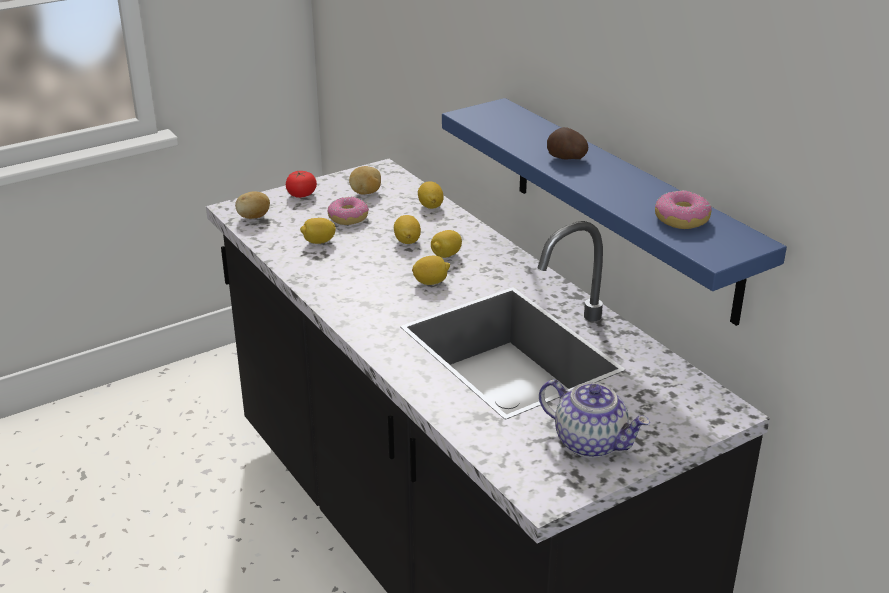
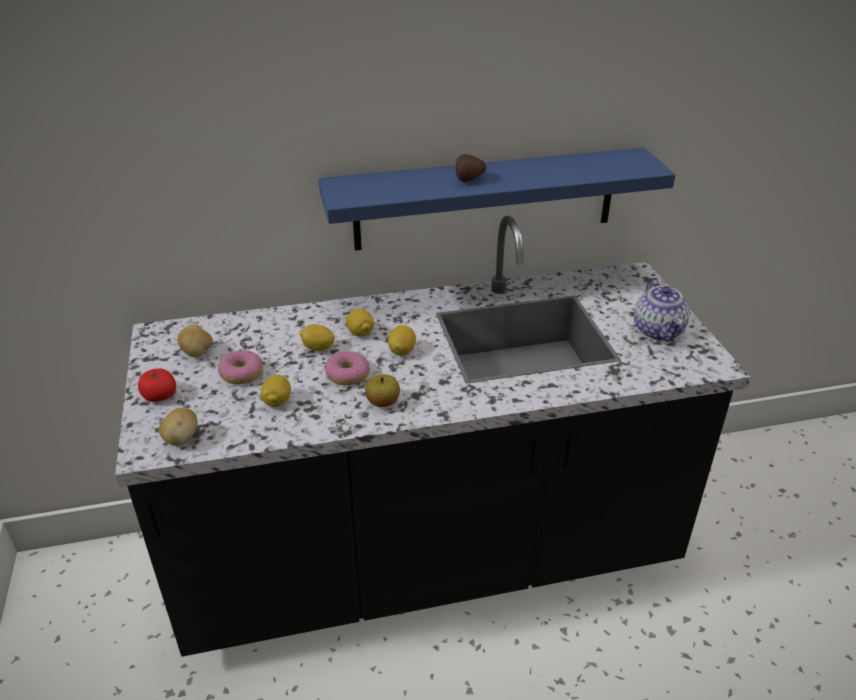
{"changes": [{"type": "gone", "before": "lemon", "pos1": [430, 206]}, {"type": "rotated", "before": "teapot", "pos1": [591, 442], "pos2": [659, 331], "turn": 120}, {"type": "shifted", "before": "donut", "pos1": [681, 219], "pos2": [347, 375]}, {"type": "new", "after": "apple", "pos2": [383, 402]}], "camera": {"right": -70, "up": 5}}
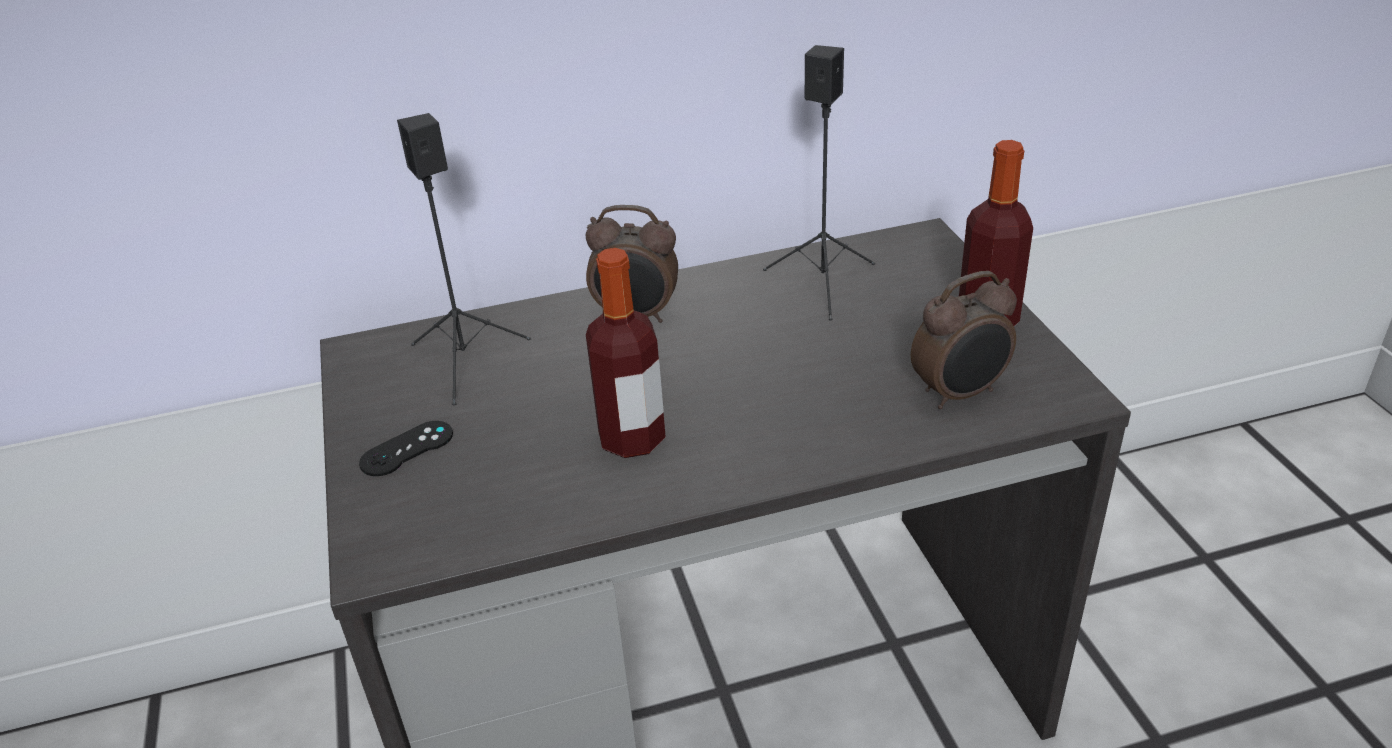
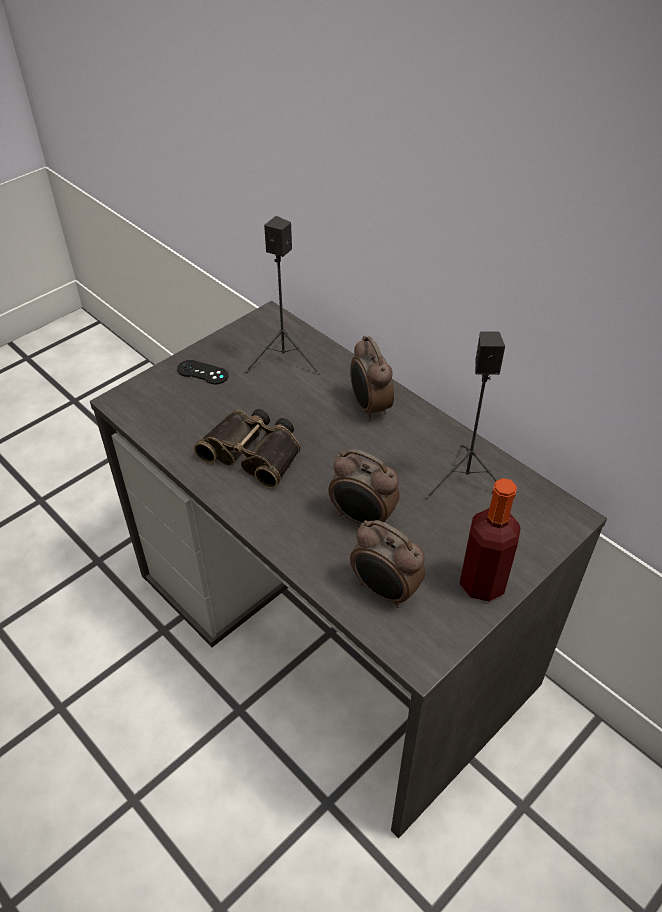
{"changes": [{"type": "swapped", "before": "bottle", "after": "binoculars", "pos1": [632, 439], "pos2": [254, 452]}, {"type": "new", "after": "alarm clock", "pos2": [362, 519]}], "camera": {"right": 60, "up": 10}}
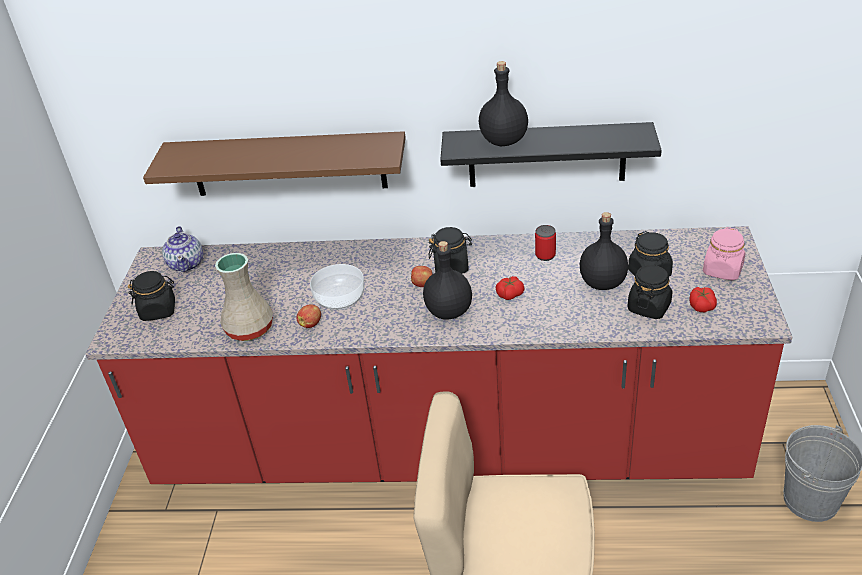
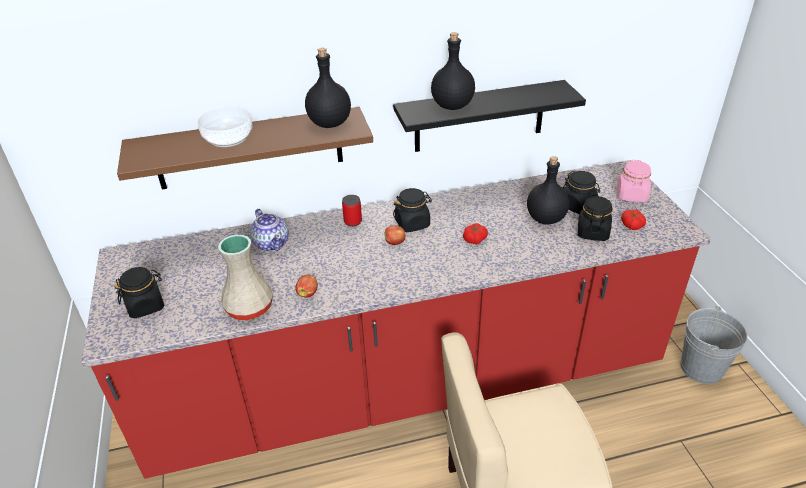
{"changes": [{"type": "shifted", "before": "teapot", "pos1": [187, 264], "pos2": [271, 243]}, {"type": "shifted", "before": "bowl", "pos1": [340, 298], "pos2": [229, 138]}, {"type": "shifted", "before": "black bottle", "pos1": [449, 311], "pos2": [329, 123]}, {"type": "shifted", "before": "can", "pos1": [545, 255], "pos2": [353, 221]}], "camera": {"right": -20, "up": 0}}
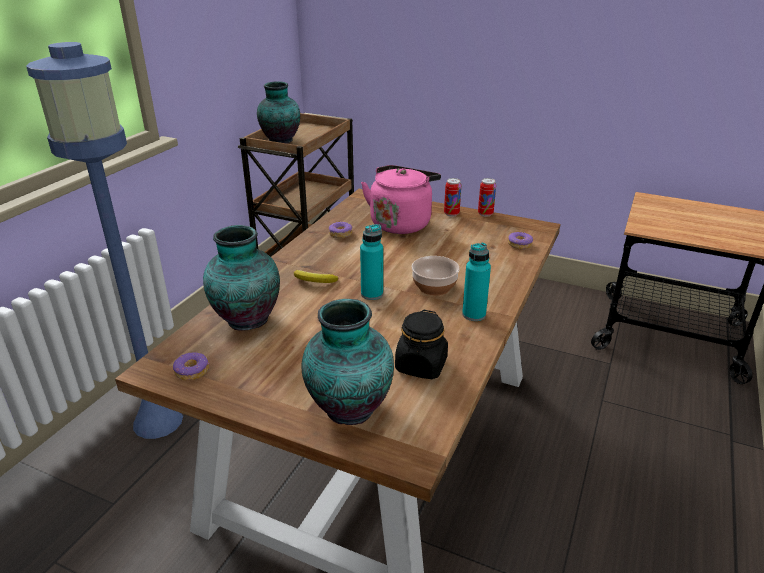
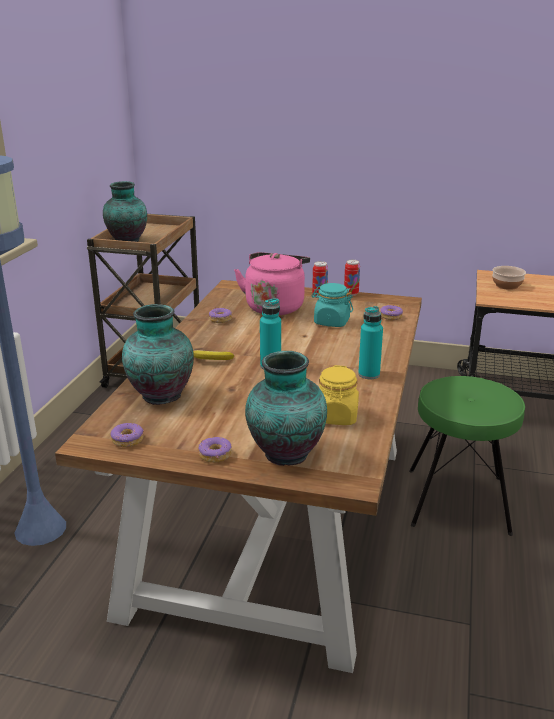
{"changes": [{"type": "repainted", "before": "black jar", "after": "yellow jar", "pos1": [421, 366], "pos2": [336, 417]}, {"type": "shifted", "before": "bowl", "pos1": [435, 287], "pos2": [507, 285]}, {"type": "new", "after": "donut", "pos2": [215, 455]}, {"type": "new", "after": "turquoise jar", "pos2": [331, 322]}, {"type": "new", "after": "green stool", "pos2": [458, 501]}], "camera": {"right": -10, "up": -5}}
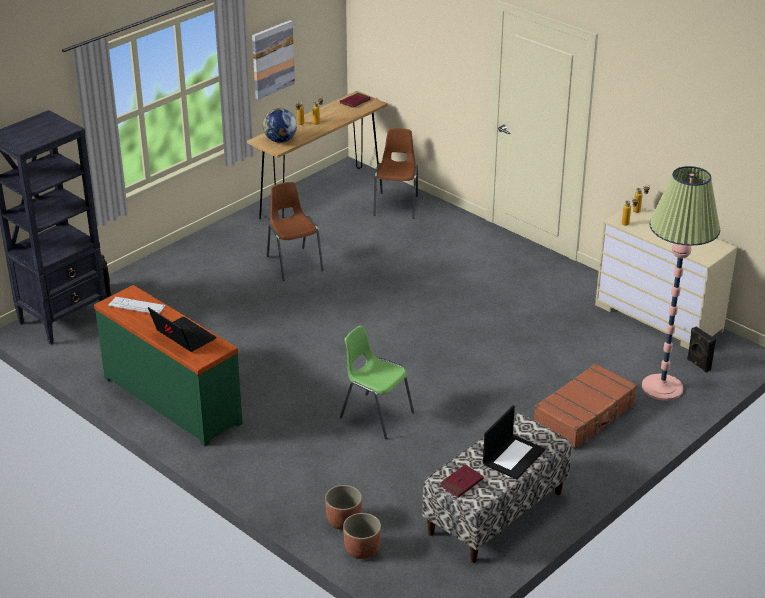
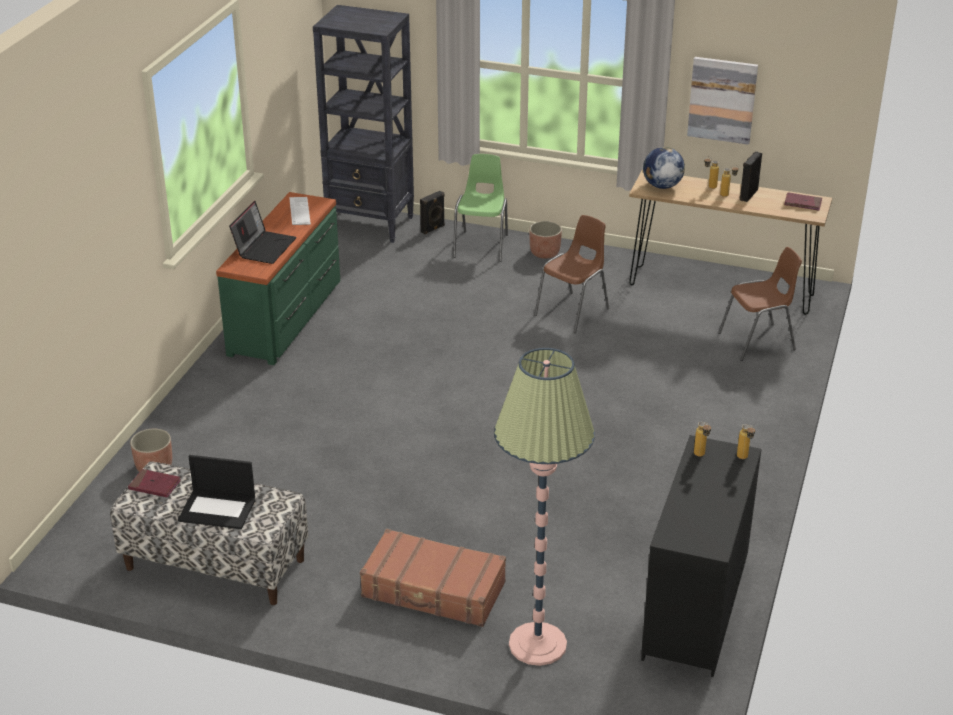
{"changes": [{"type": "shifted", "before": "green chair", "pos1": [376, 415], "pos2": [482, 246]}, {"type": "shifted", "before": "planter", "pos1": [362, 550], "pos2": [544, 253]}, {"type": "repainted", "before": "beige dresser", "after": "black dresser", "pos1": [659, 318], "pos2": [697, 608]}, {"type": "shifted", "before": "black speaker", "pos1": [698, 365], "pos2": [748, 195]}], "camera": {"right": 65, "up": 0}}
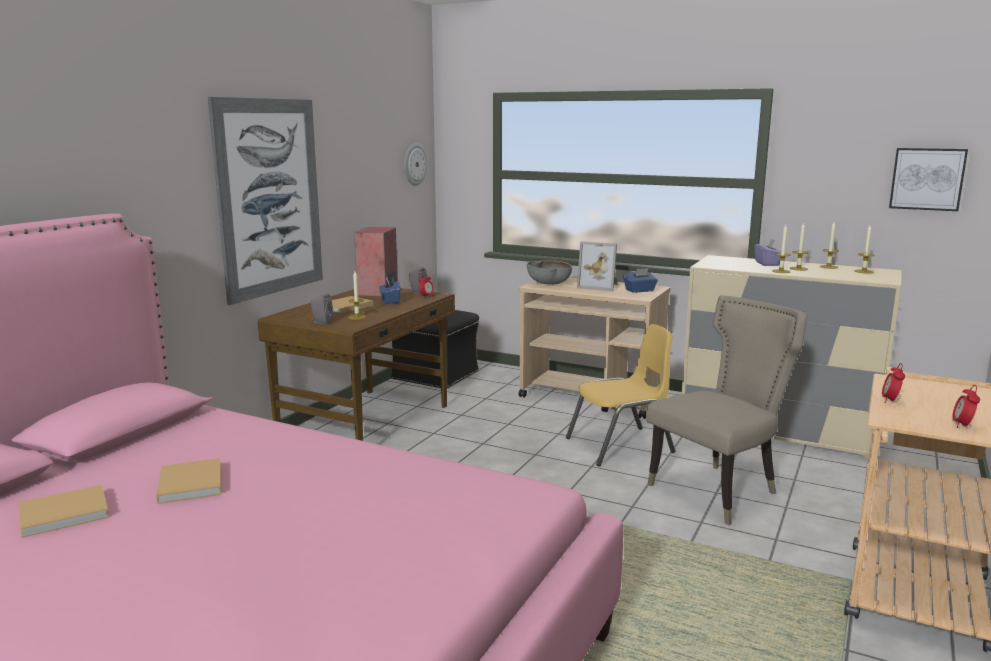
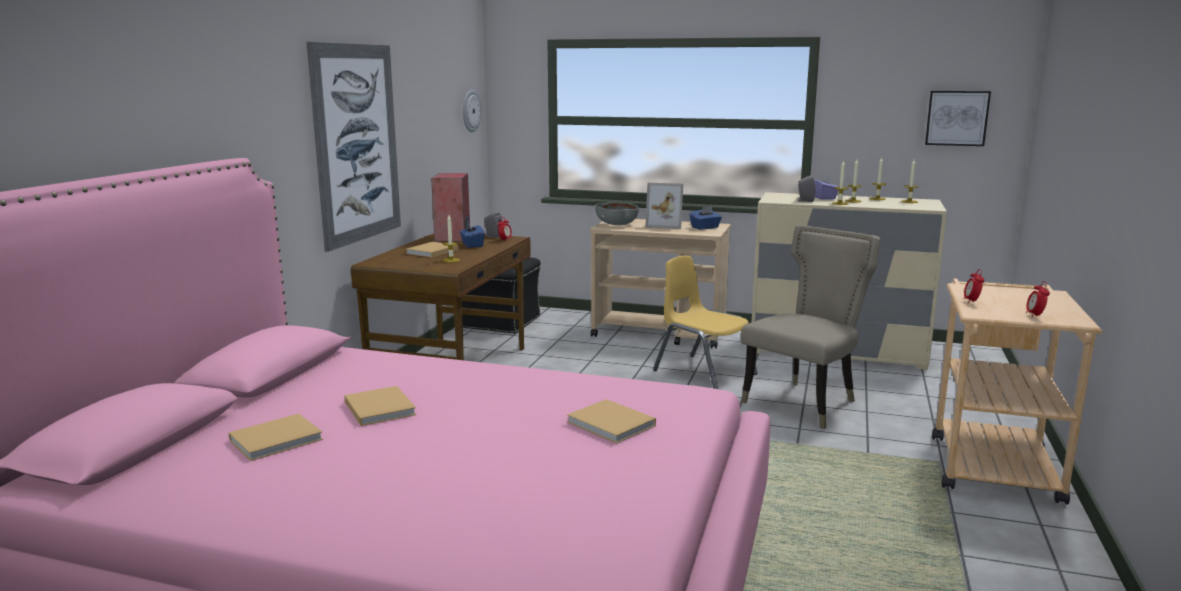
{"changes": [{"type": "shifted", "before": "grey speaker", "pos1": [321, 322], "pos2": [804, 201]}, {"type": "rotated", "before": "yellow chair", "pos1": [620, 446], "pos2": [703, 372], "turn": -105}, {"type": "new", "after": "beige book", "pos2": [613, 424]}], "camera": {"right": -10, "up": 0}}
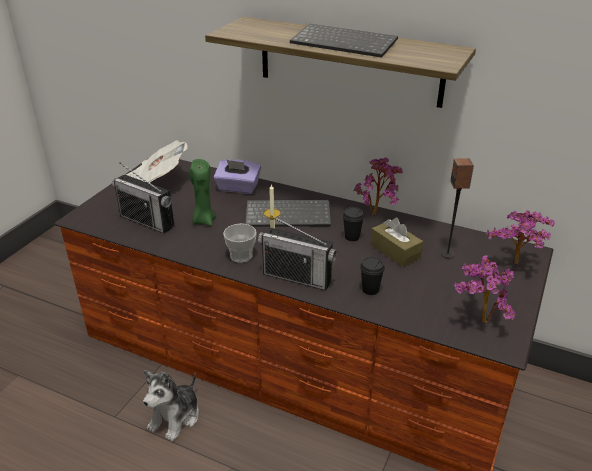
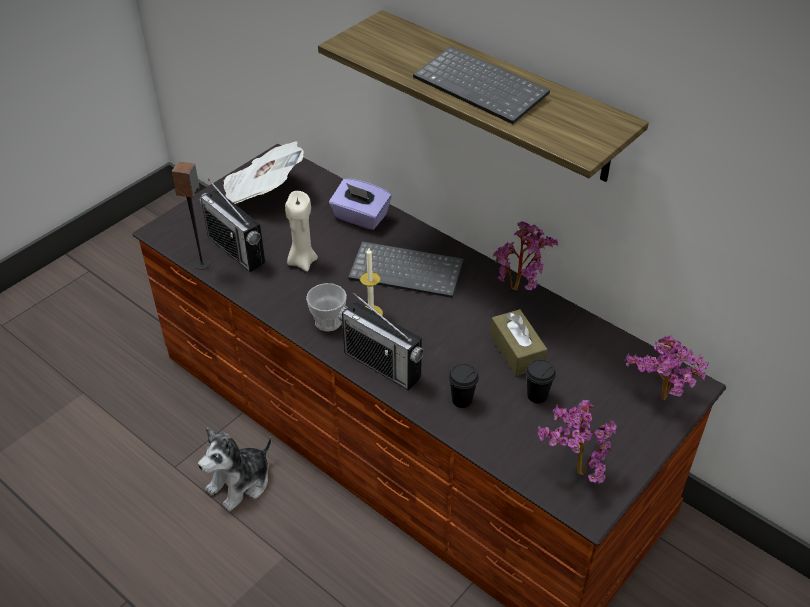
{"changes": [{"type": "repainted", "before": "green candle", "after": "beige candle", "pos1": [203, 221], "pos2": [302, 261]}, {"type": "shifted", "before": "black cup", "pos1": [352, 237], "pos2": [537, 395]}, {"type": "shifted", "before": "speaker", "pos1": [448, 254], "pos2": [202, 264]}], "camera": {"right": 15, "up": 10}}
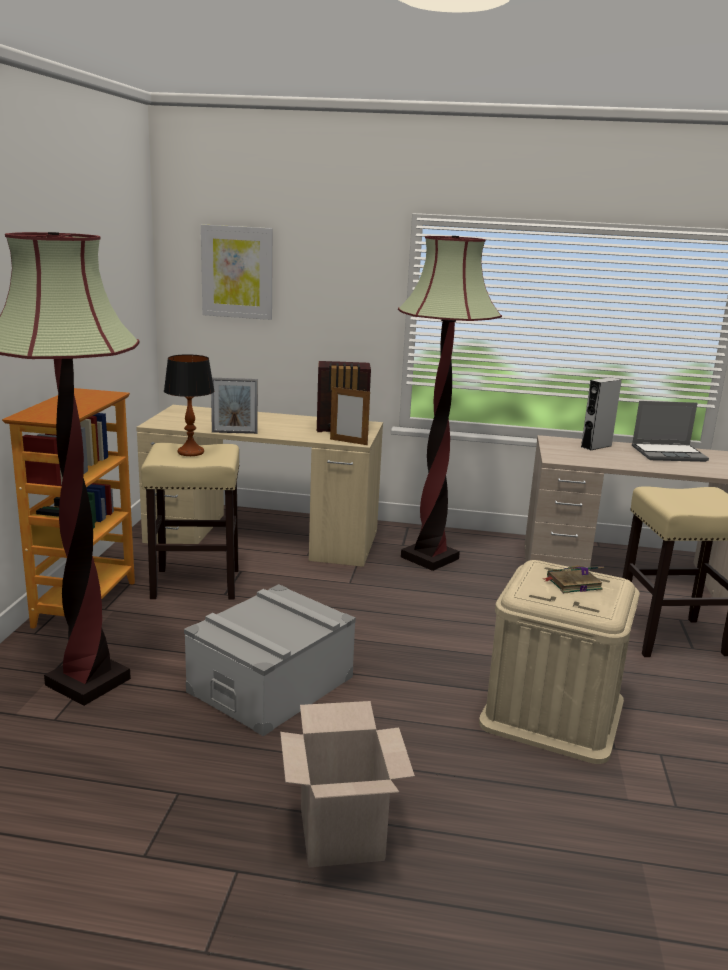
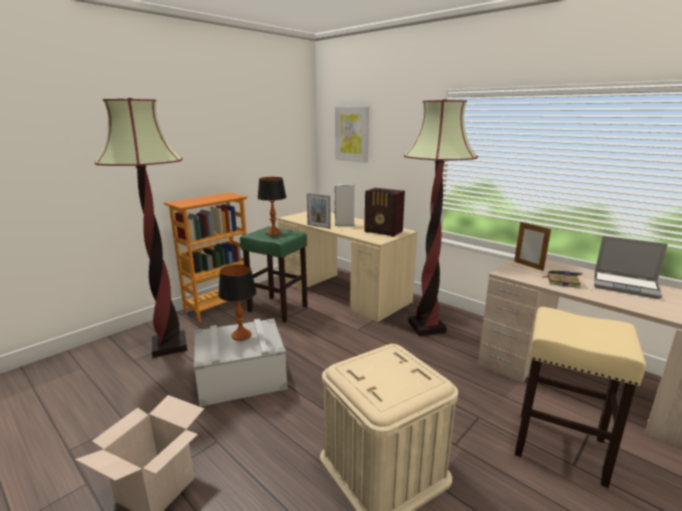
{"changes": [{"type": "repainted", "before": "beige stool", "after": "green stool", "pos1": [194, 584], "pos2": [277, 309]}, {"type": "shifted", "before": "picture frame", "pos1": [348, 442], "pos2": [528, 266]}, {"type": "shifted", "before": "book", "pos1": [572, 583], "pos2": [562, 282]}, {"type": "shifted", "before": "grey speaker", "pos1": [596, 446], "pos2": [344, 224]}, {"type": "new", "after": "table lamp", "pos2": [241, 335]}], "camera": {"right": 35, "up": 0}}
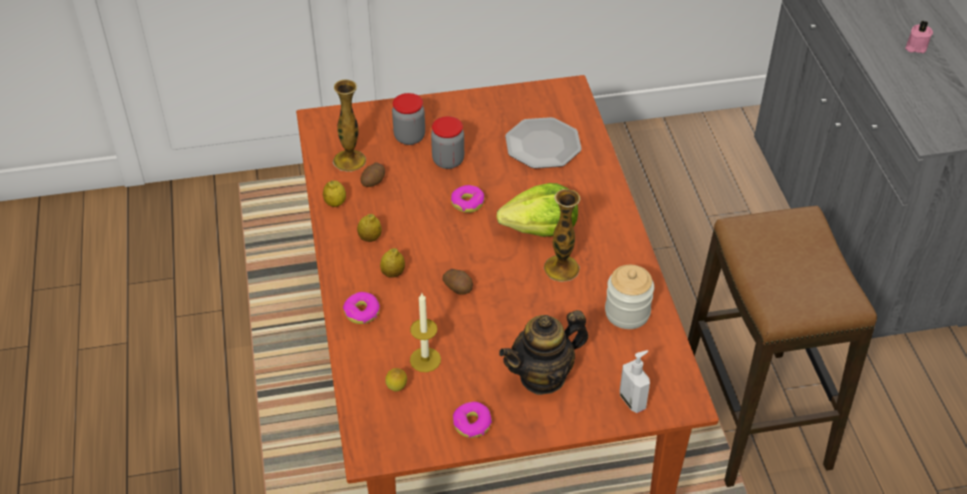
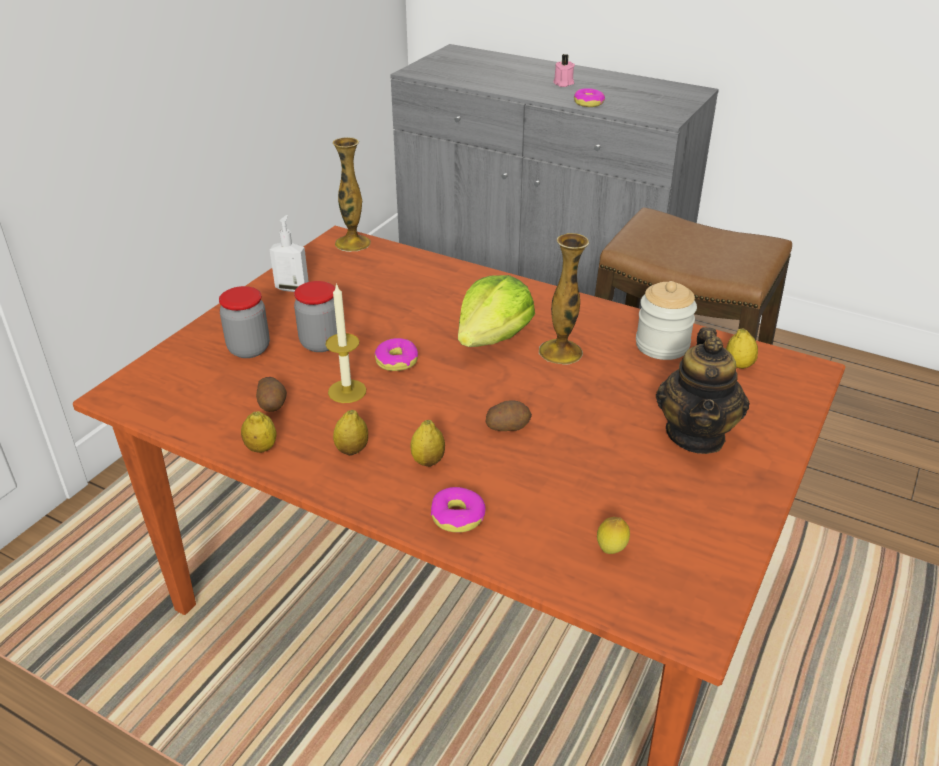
{"changes": [{"type": "shifted", "before": "vase", "pos1": [349, 160], "pos2": [353, 243]}, {"type": "shifted", "before": "candle", "pos1": [425, 359], "pos2": [347, 391]}, {"type": "shifted", "before": "donut", "pos1": [472, 424], "pos2": [588, 103]}, {"type": "gone", "before": "plate", "pos1": [543, 145]}, {"type": "shifted", "before": "soap dispenser", "pos1": [633, 401], "pos2": [292, 287]}, {"type": "new", "after": "lemon", "pos2": [738, 365]}], "camera": {"right": -50, "up": -10}}
